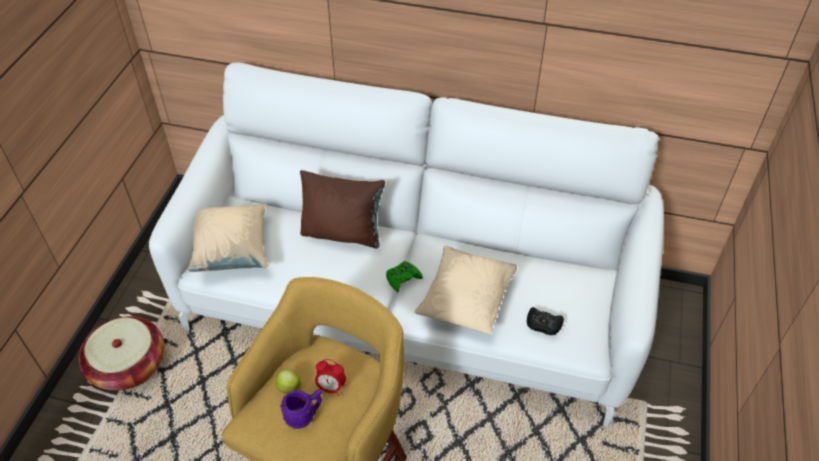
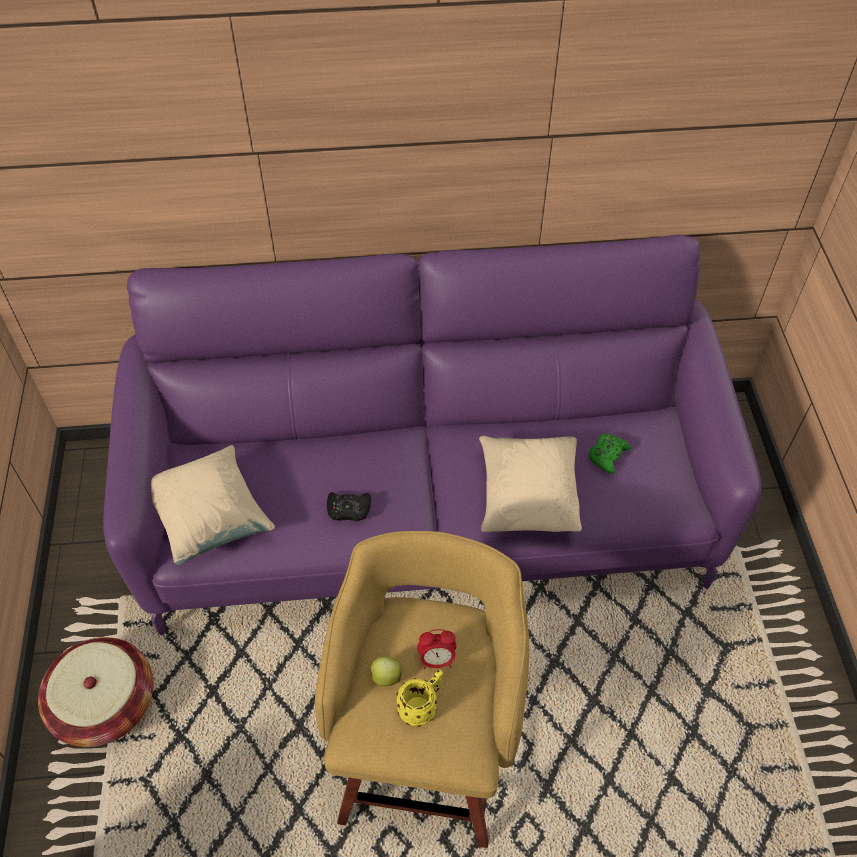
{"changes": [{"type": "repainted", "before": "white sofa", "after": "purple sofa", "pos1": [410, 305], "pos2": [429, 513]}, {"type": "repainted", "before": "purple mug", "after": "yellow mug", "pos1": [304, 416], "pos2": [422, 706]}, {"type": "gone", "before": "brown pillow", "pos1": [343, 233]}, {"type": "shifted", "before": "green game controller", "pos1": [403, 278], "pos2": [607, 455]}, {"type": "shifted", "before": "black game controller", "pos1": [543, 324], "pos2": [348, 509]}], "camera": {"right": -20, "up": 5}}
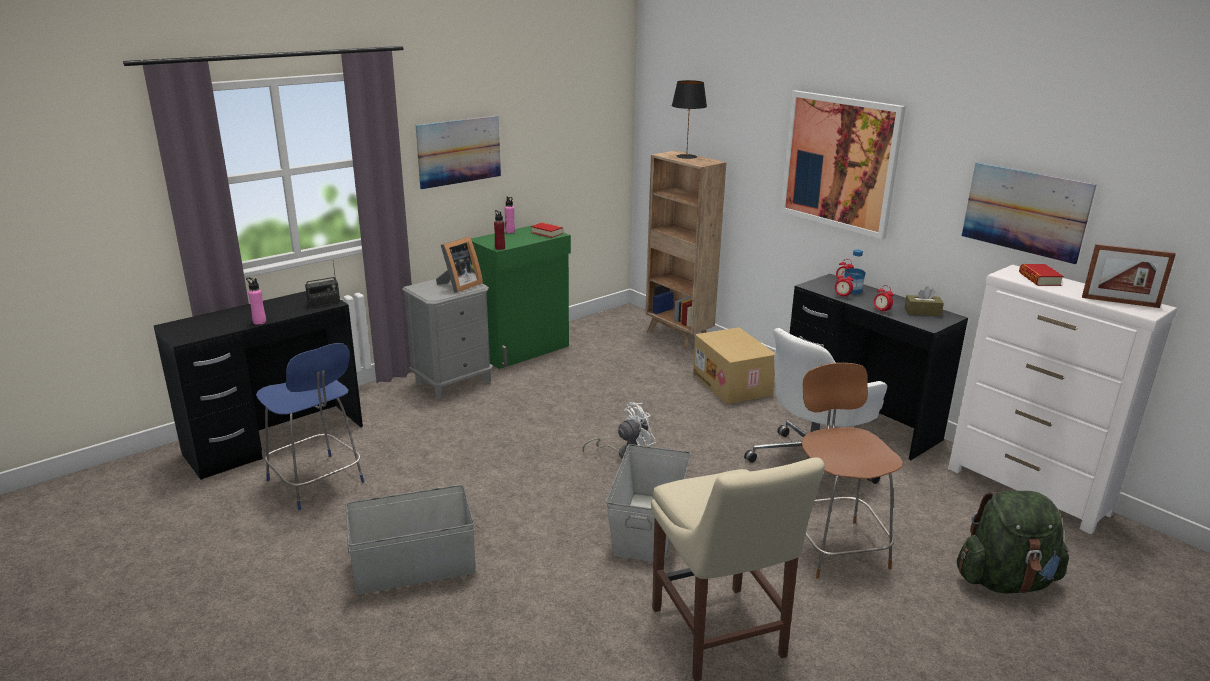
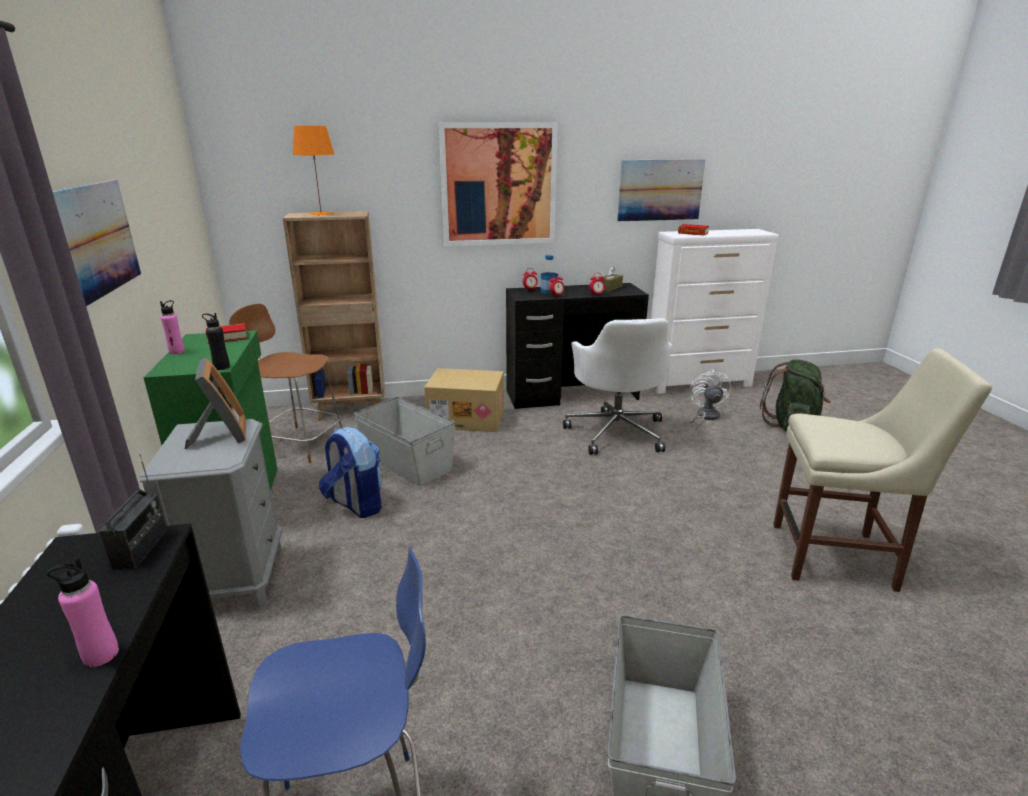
{"changes": [{"type": "repainted", "before": "red bottle", "after": "black bottle", "pos1": [500, 248], "pos2": [221, 367]}, {"type": "shifted", "before": "white fan", "pos1": [625, 453], "pos2": [705, 417]}, {"type": "shifted", "before": "grey storage box", "pos1": [649, 526], "pos2": [407, 461]}, {"type": "repainted", "before": "black table lamp", "after": "orange table lamp", "pos1": [686, 156], "pos2": [321, 213]}, {"type": "shifted", "before": "brown chair", "pos1": [835, 546], "pos2": [300, 443]}, {"type": "gone", "before": "picture frame", "pos1": [1120, 302]}, {"type": "new", "after": "backpack", "pos2": [355, 504]}], "camera": {"right": -60, "up": 0}}
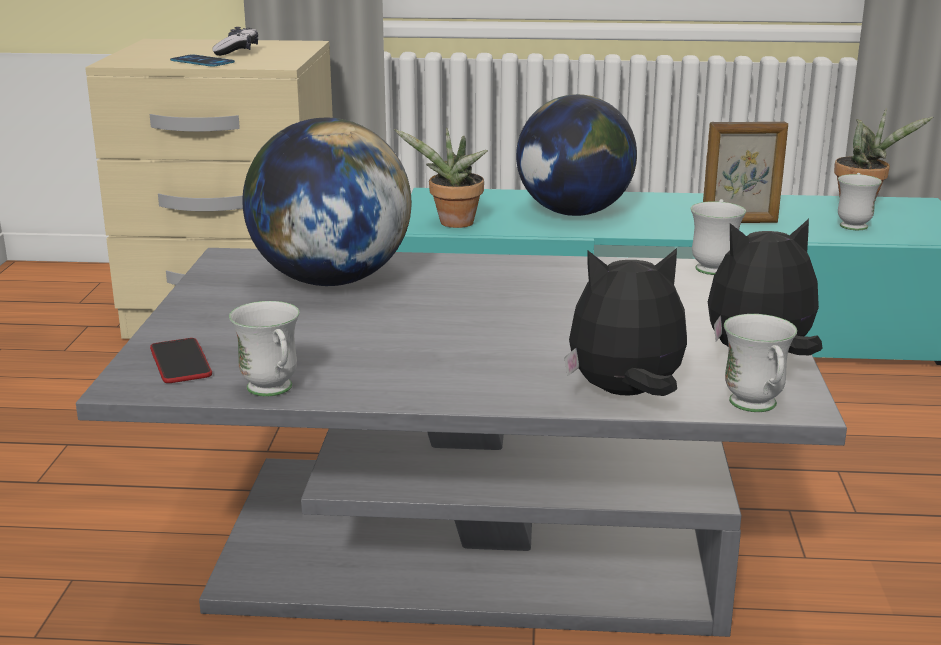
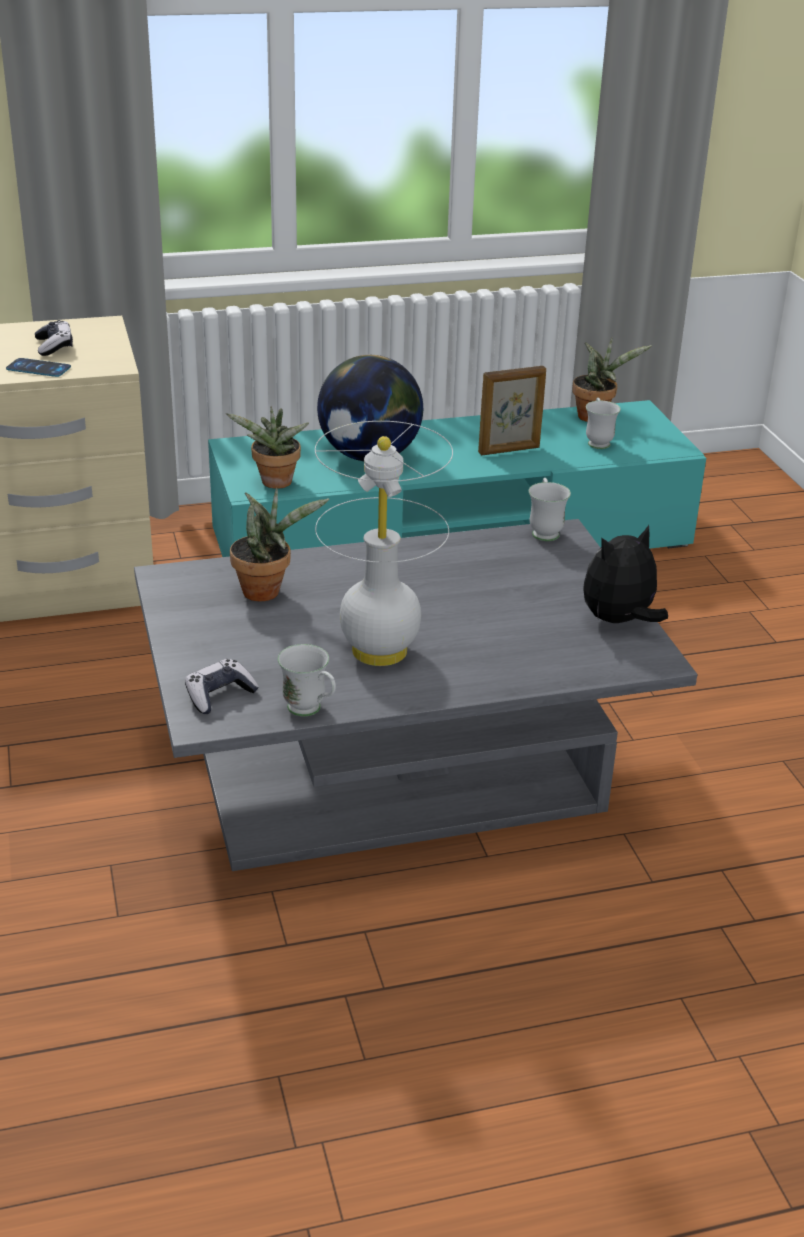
{"changes": [{"type": "swapped", "before": "phone", "after": "game controller", "pos1": [180, 362], "pos2": [219, 695]}, {"type": "swapped", "before": "globe", "after": "potted plant", "pos1": [330, 280], "pos2": [267, 591]}, {"type": "gone", "before": "plush toy", "pos1": [626, 395]}, {"type": "gone", "before": "white mug", "pos1": [757, 408]}, {"type": "new", "after": "white table lamp", "pos2": [380, 651]}], "camera": {"right": -20, "up": 10}}
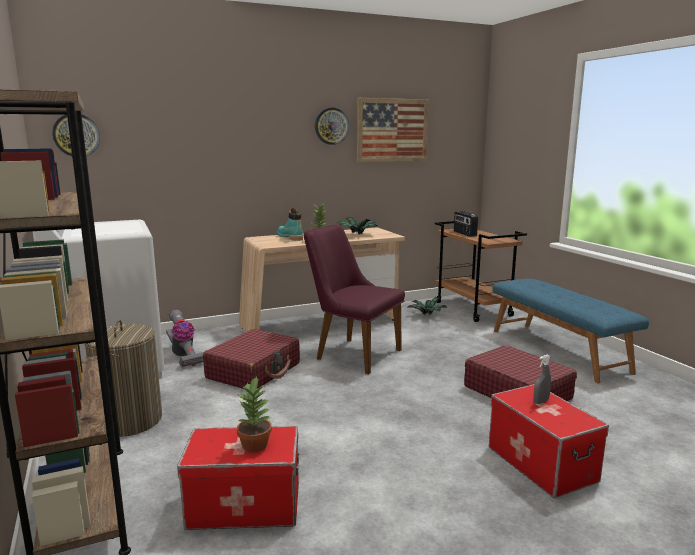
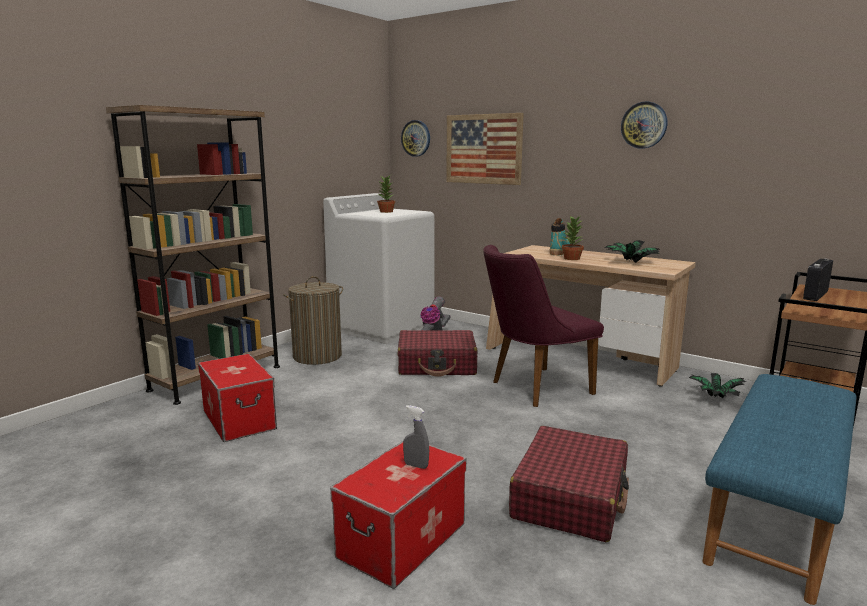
{"changes": [{"type": "shifted", "before": "potted plant", "pos1": [255, 445], "pos2": [386, 212]}, {"type": "rotated", "before": "purple chair", "pos1": [351, 353], "pos2": [533, 388], "turn": -120}, {"type": "shifted", "before": "picture", "pos1": [392, 130], "pos2": [483, 149]}], "camera": {"right": 60, "up": 0}}
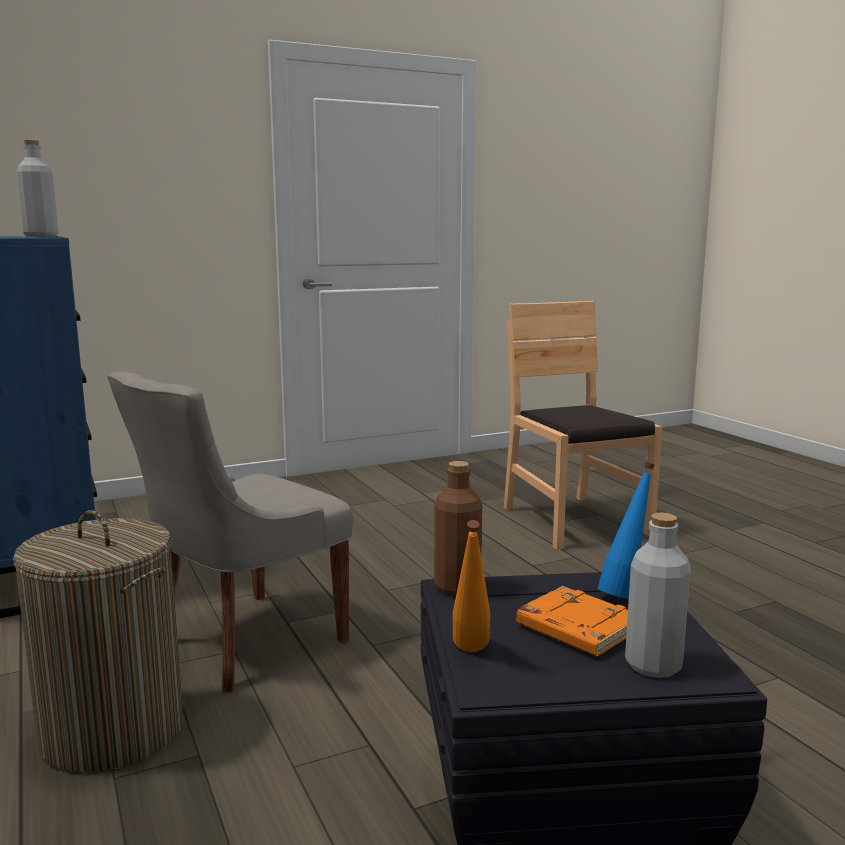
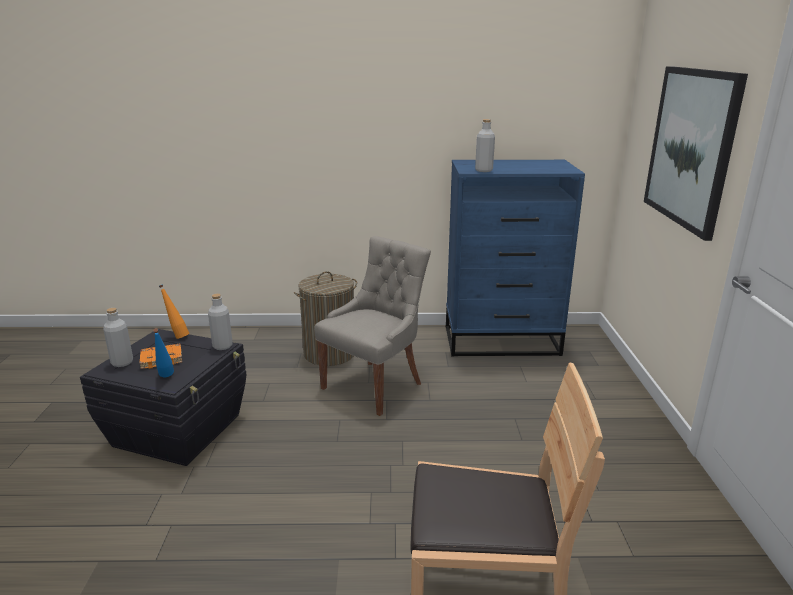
{"changes": [{"type": "rotated", "before": "grey chair", "pos1": [242, 642], "pos2": [375, 385], "turn": 60}, {"type": "repainted", "before": "brown bottle", "after": "grey bottle", "pos1": [457, 587], "pos2": [222, 346]}, {"type": "new", "after": "picture", "pos2": [691, 147]}], "camera": {"right": 115, "up": 10}}
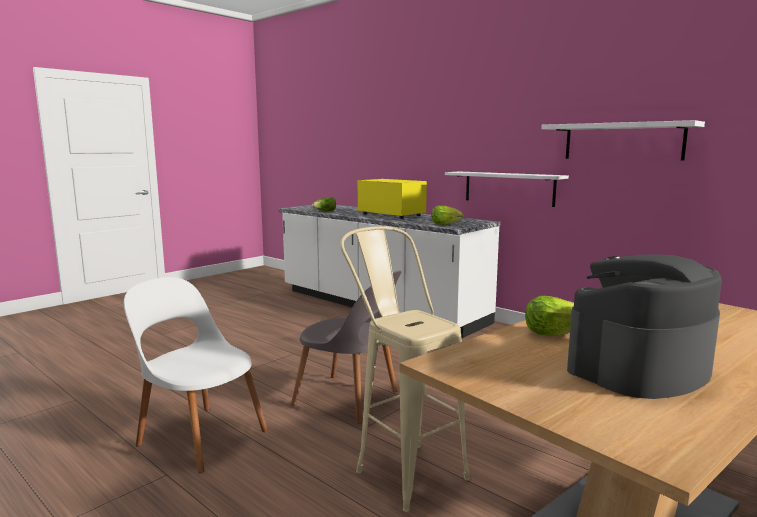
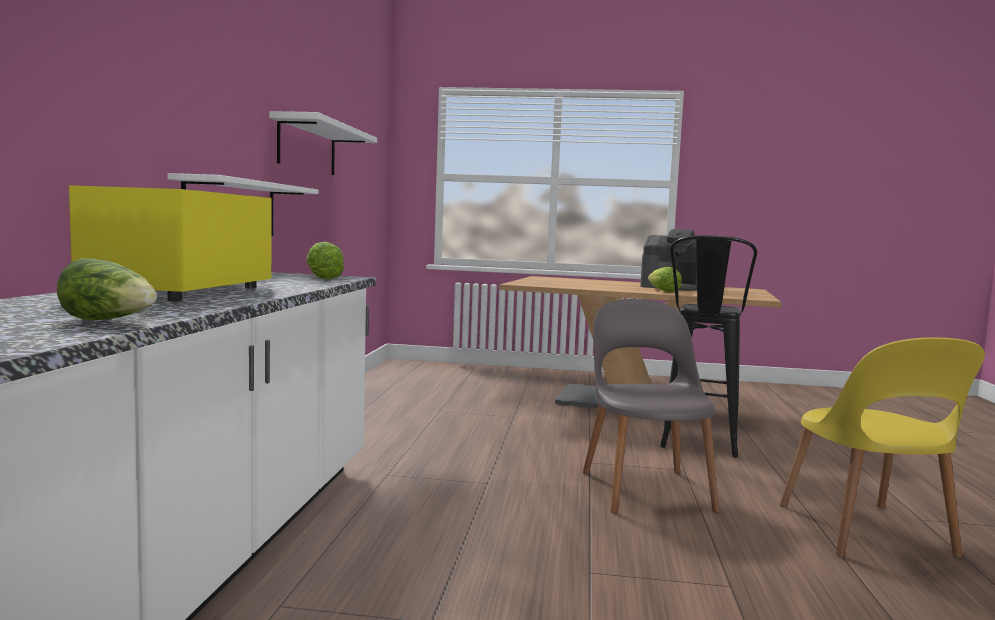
{"changes": [{"type": "repainted", "before": "white chair", "after": "yellow chair", "pos1": [199, 436], "pos2": [867, 533]}, {"type": "repainted", "before": "beige stool", "after": "black stool", "pos1": [401, 467], "pos2": [699, 447]}], "camera": {"right": -125, "up": -5}}
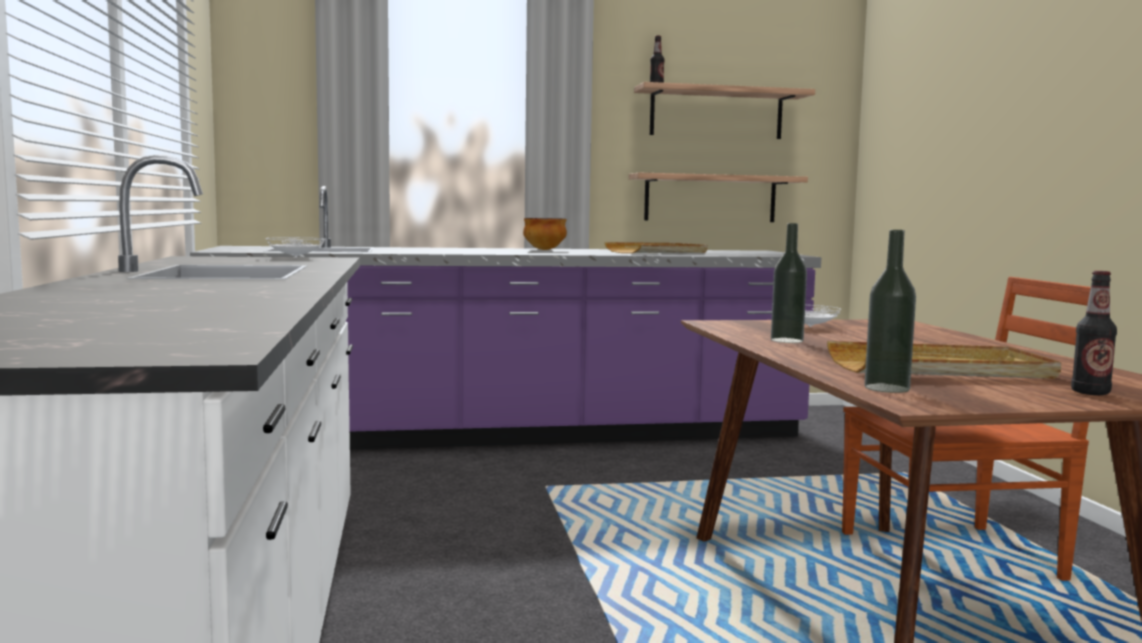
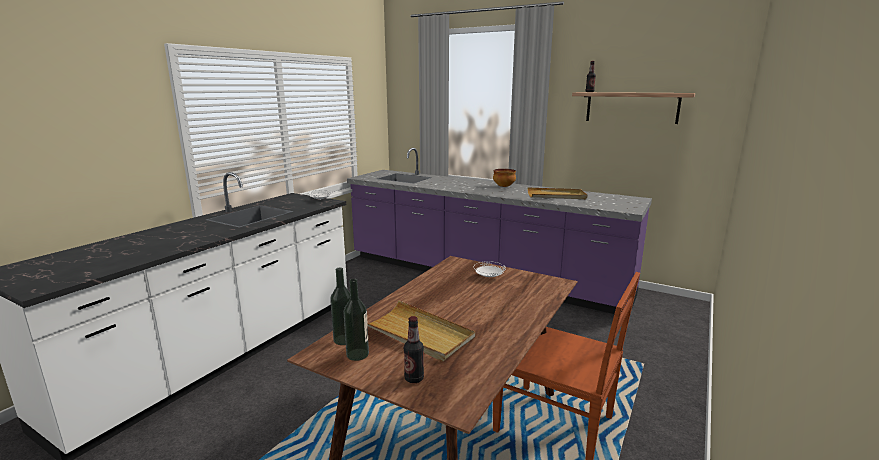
{"changes": [{"type": "gone", "before": "shelf", "pos1": [710, 198]}, {"type": "shifted", "before": "bottle", "pos1": [787, 340], "pos2": [357, 354]}], "camera": {"right": 40, "up": 10}}
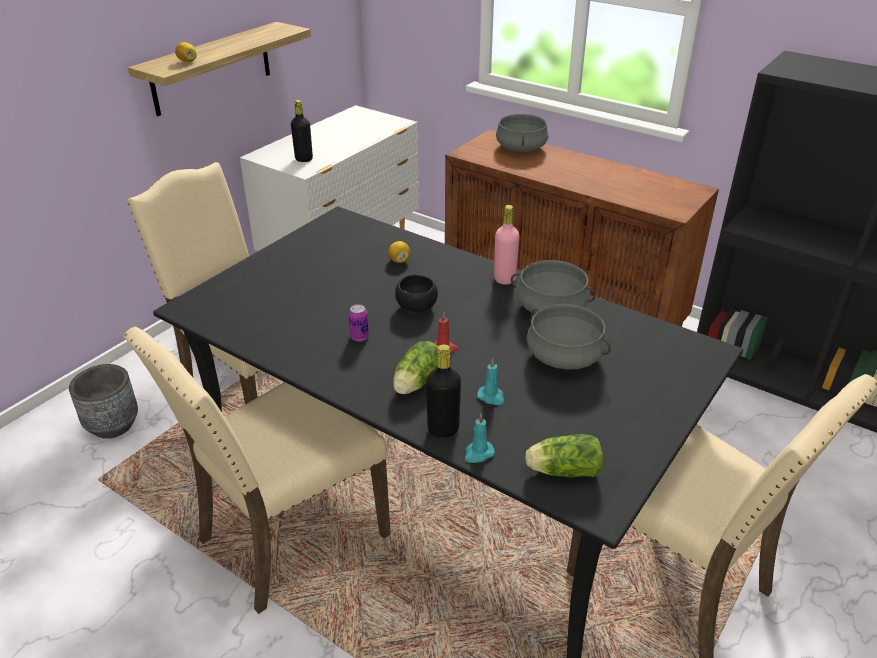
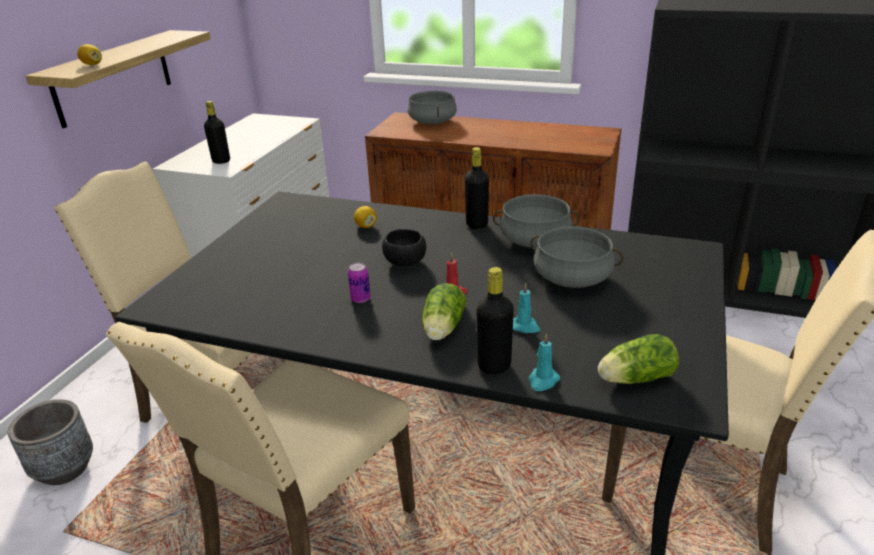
{"changes": [{"type": "repainted", "before": "pink bottle", "after": "black bottle", "pos1": [504, 279], "pos2": [477, 224]}], "camera": {"right": -15, "up": -5}}
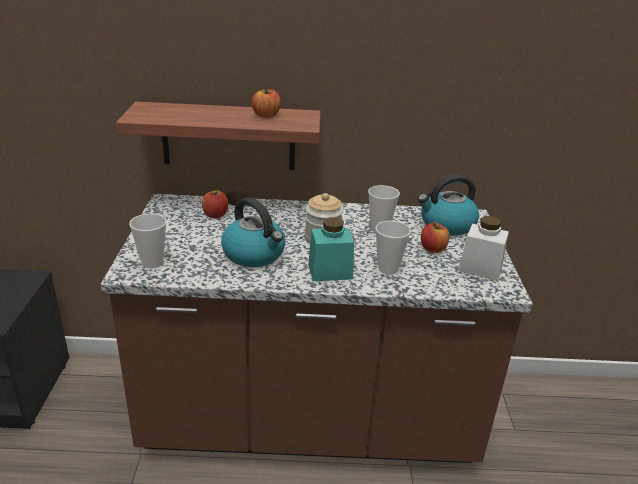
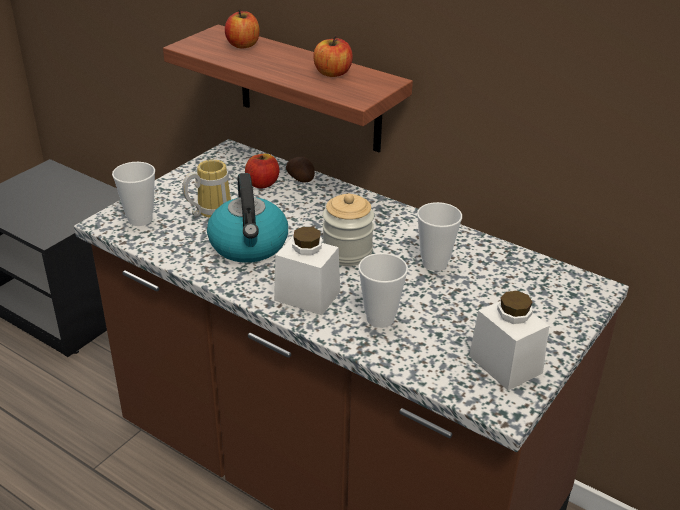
{"changes": [{"type": "repainted", "before": "turquoise jar", "after": "white jar", "pos1": [330, 271], "pos2": [307, 296]}, {"type": "gone", "before": "kettle", "pos1": [446, 225]}, {"type": "shifted", "before": "apple", "pos1": [433, 249], "pos2": [243, 45]}, {"type": "new", "after": "mug", "pos2": [209, 211]}], "camera": {"right": 35, "up": 5}}
